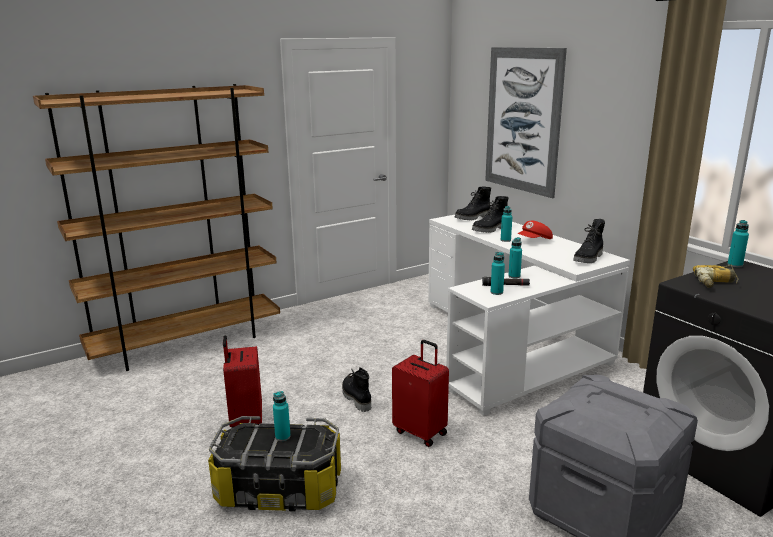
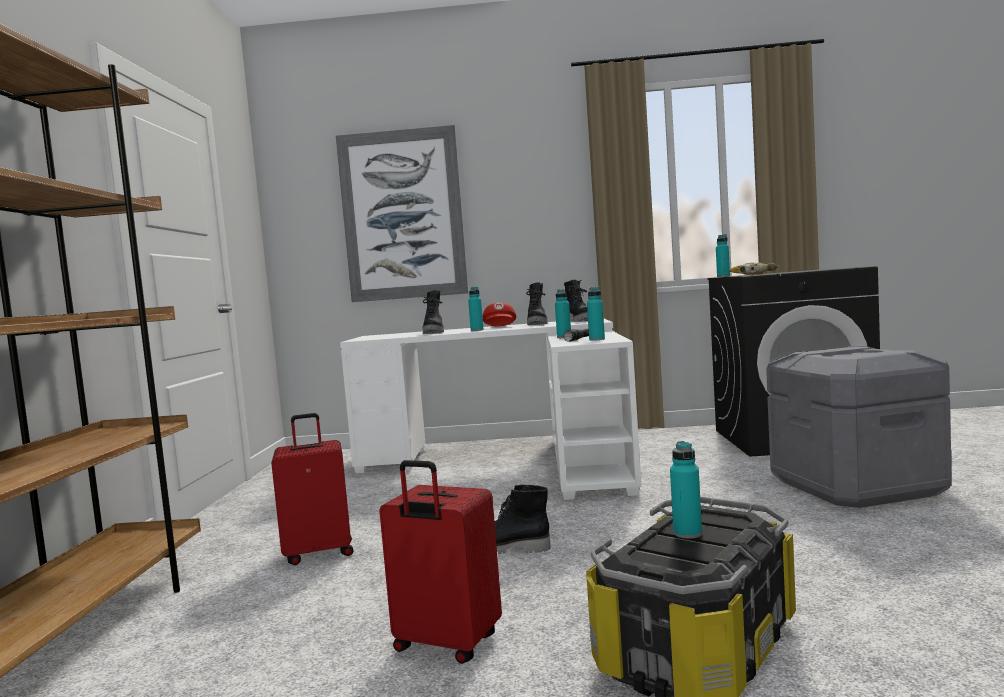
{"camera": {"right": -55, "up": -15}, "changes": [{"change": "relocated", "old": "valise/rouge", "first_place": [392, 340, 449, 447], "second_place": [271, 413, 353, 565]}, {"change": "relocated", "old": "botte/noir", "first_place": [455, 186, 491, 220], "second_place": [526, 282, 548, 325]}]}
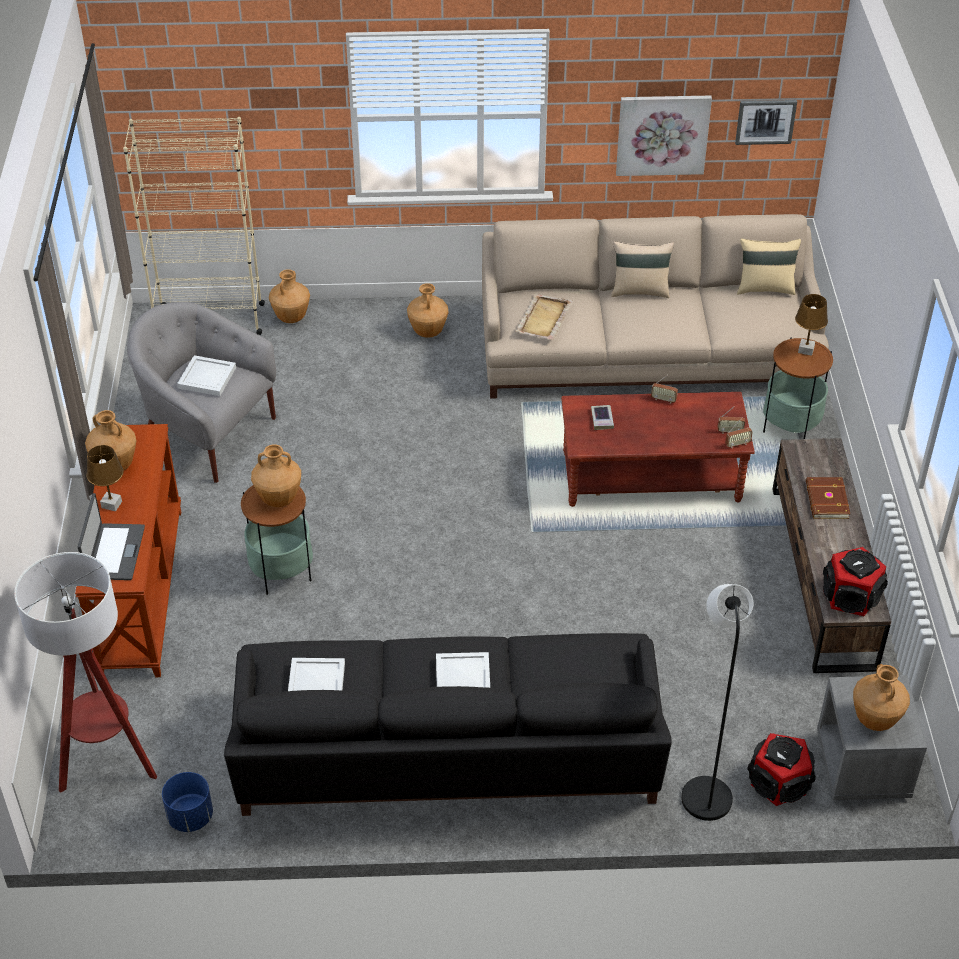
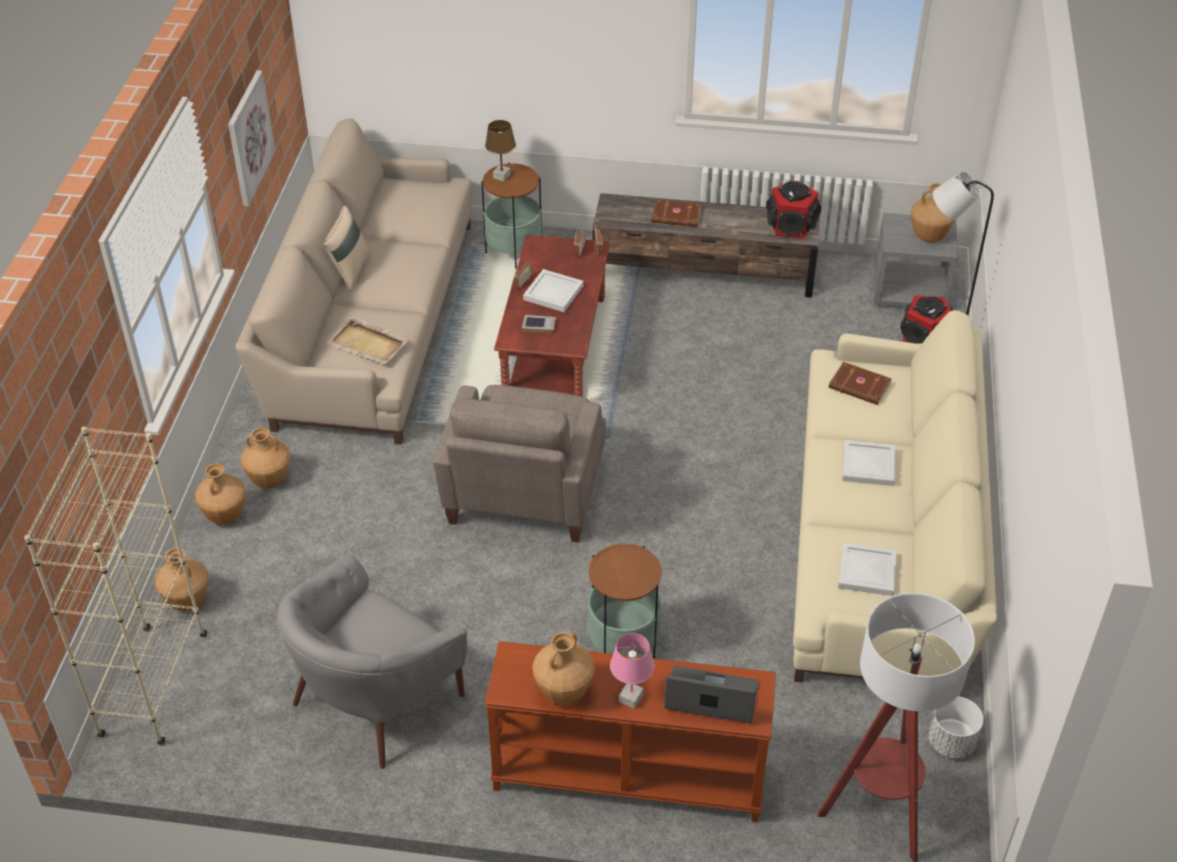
{"camera": {"right": -80, "up": 0}, "changes": [{"change": "relocated", "old": "vase/marron", "first_place": [251, 444, 301, 507], "second_place": [195, 463, 246, 525]}, {"change": "appeared", "new": "fauteuil/beige", "second_place": [433, 385, 606, 543]}, {"change": "relocated", "old": "plateau/blanc", "first_place": [177, 355, 236, 396], "second_place": [523, 269, 584, 312]}, {"change": "colour", "old": "lampe de table/marron", "new": "lampe de table/rose", "first_place": [86, 445, 123, 511], "second_place": [610, 633, 654, 709]}, {"change": "colour", "old": "canapé/noir", "new": "canapé/beige", "first_place": [224, 633, 672, 816], "second_place": [793, 310, 997, 683]}, {"change": "appeared", "new": "livre/marron", "second_place": [829, 362, 892, 405]}, {"change": "colour", "old": "cache-pot/bleu", "new": "cache-pot/blanc", "first_place": [162, 772, 213, 832], "second_place": [929, 696, 983, 758]}, {"change": "missing", "old": "tableau", "first_place": [735, 100, 797, 145]}, {"change": "missing", "old": "coussin/beige", "first_place": [737, 238, 801, 295]}]}
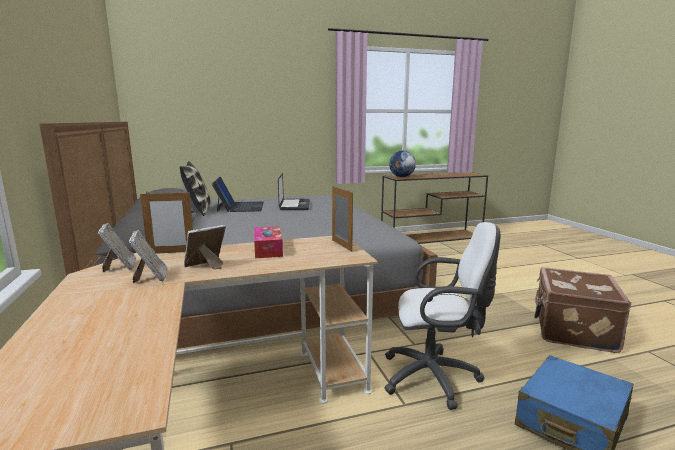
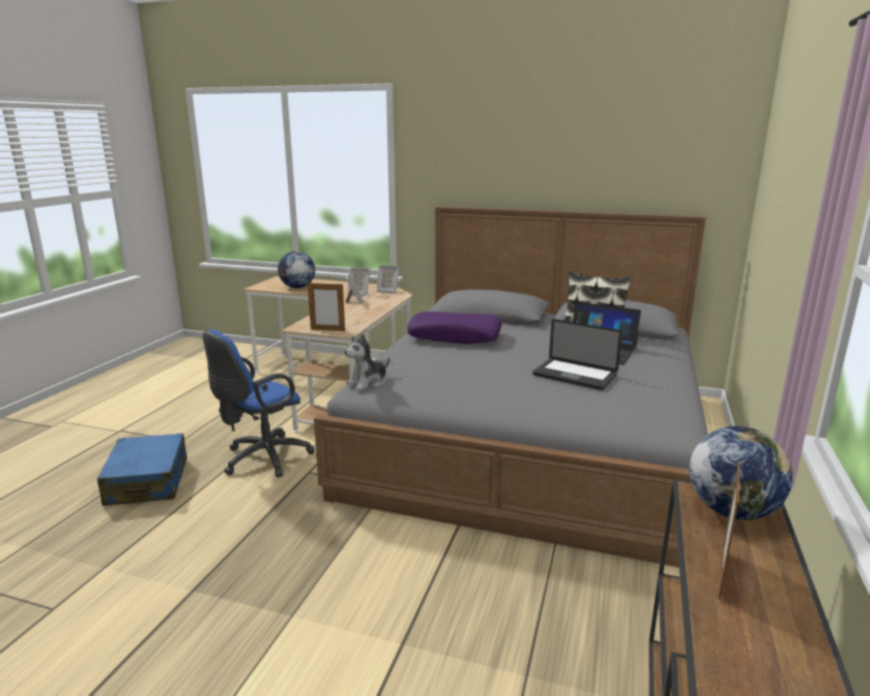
{"camera": {"right": 125, "up": 5}, "changes": [{"change": "colour", "old": "chaise de bureau/blanc", "new": "chaise de bureau/bleu", "first_place": [384, 222, 500, 410], "second_place": [203, 329, 315, 478]}, {"change": "appeared", "new": "globe", "second_place": [278, 251, 315, 288]}, {"change": "appeared", "new": "peluche", "second_place": [344, 334, 390, 390]}, {"change": "appeared", "new": "coussin/violet", "second_place": [407, 311, 502, 344]}, {"change": "relocated", "old": "cadre photo", "first_place": [140, 191, 193, 254], "second_place": [719, 461, 741, 600]}, {"change": "missing", "old": "boîte à mouchoirs", "first_place": [254, 226, 283, 258]}, {"change": "missing", "old": "valise/marron", "first_place": [534, 267, 631, 353]}]}
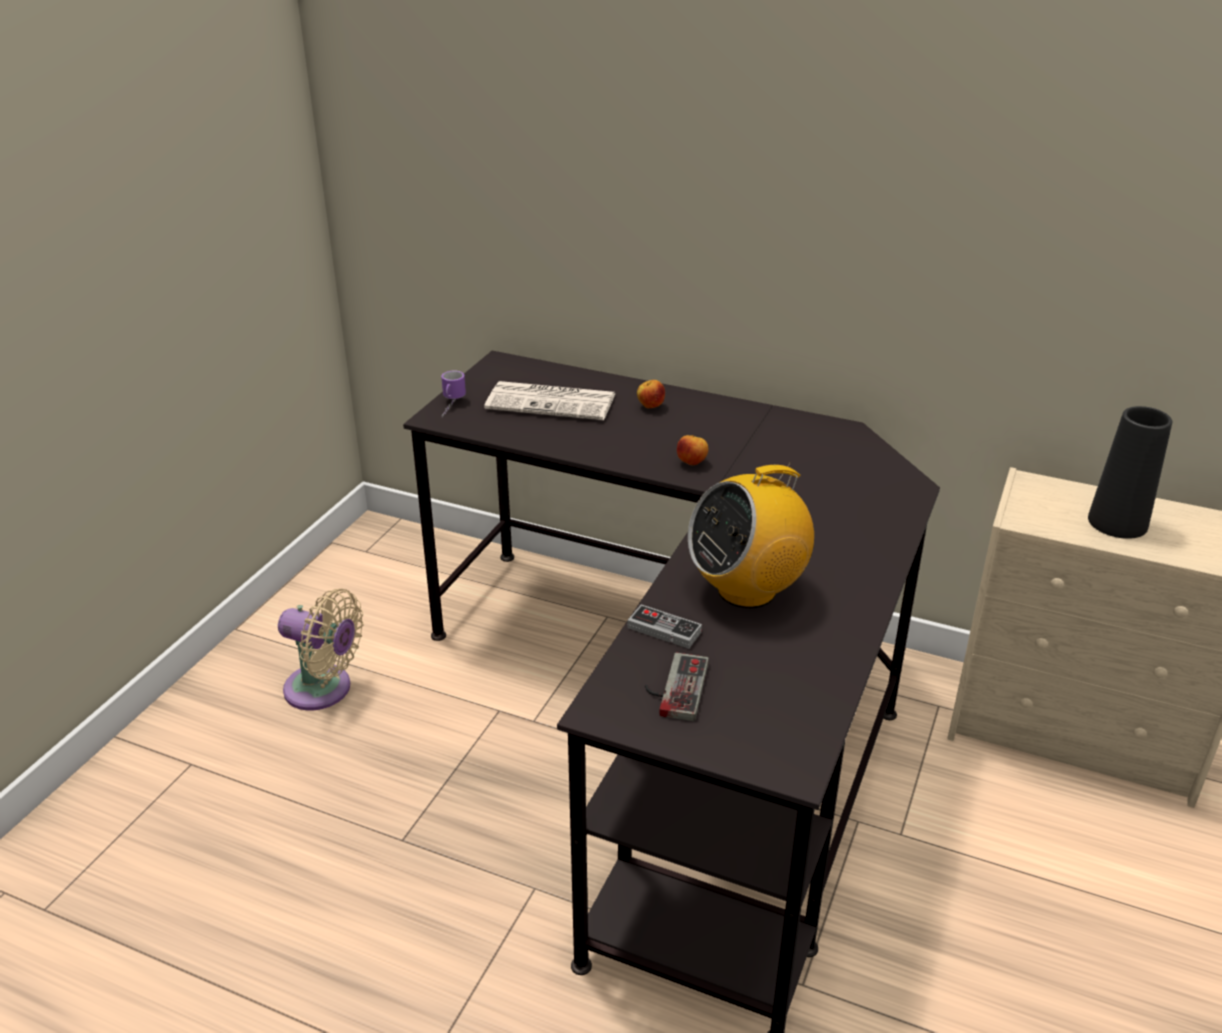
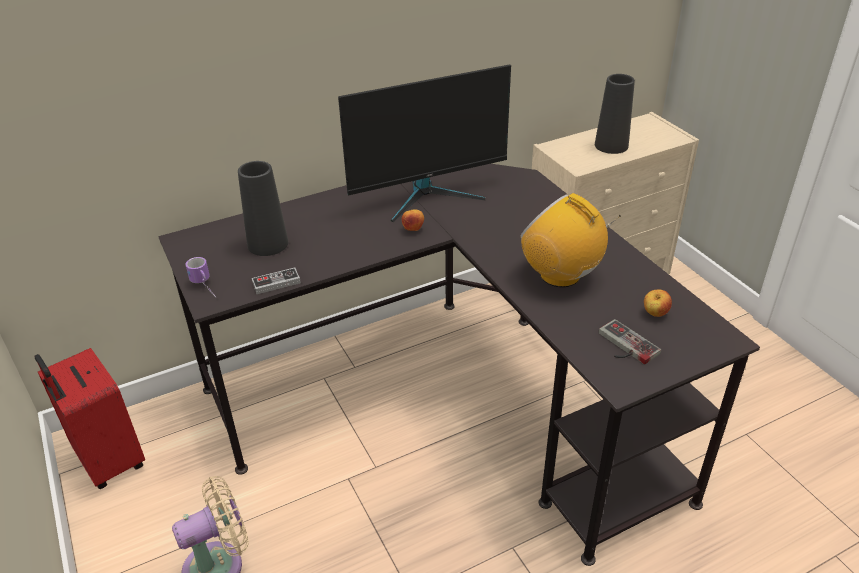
{"camera": {"right": -50, "up": 5}, "changes": [{"change": "appeared", "new": "valise/rouge", "second_place": [34, 348, 145, 489]}, {"change": "exchanged", "old": "journal", "new": "vase/noir", "first_place": [484, 381, 615, 420], "second_place": [238, 161, 288, 256]}, {"change": "relocated", "old": "manette", "first_place": [627, 604, 702, 649], "second_place": [252, 268, 301, 294]}, {"change": "appeared", "new": "écran d'ordinateur", "second_place": [338, 65, 511, 222]}, {"change": "spun", "old": "radio", "first_place": [688, 462, 814, 608], "second_place": [520, 193, 621, 287], "degrees": 120}, {"change": "relocated", "old": "pomme", "first_place": [637, 380, 665, 408], "second_place": [644, 289, 672, 317]}]}
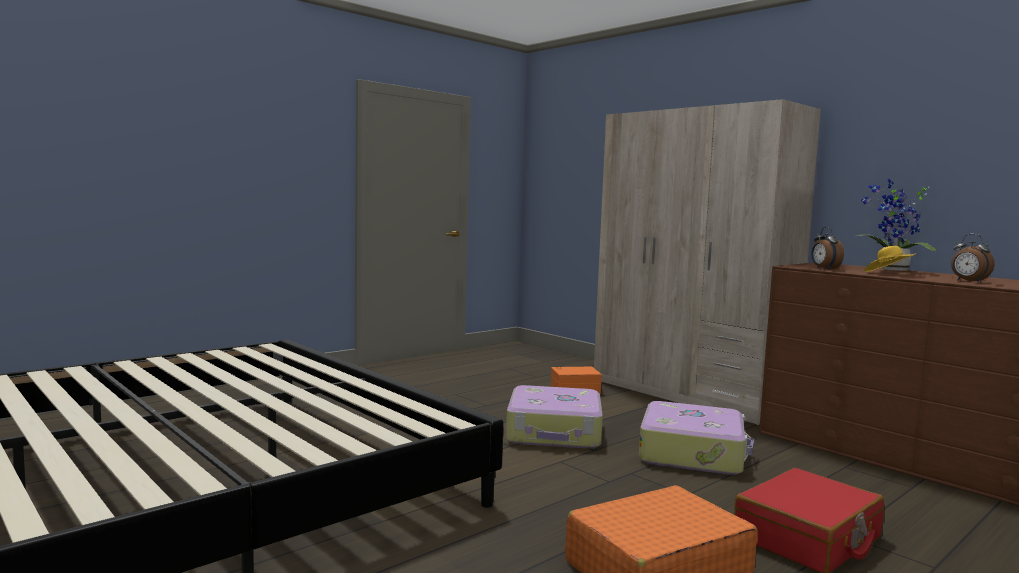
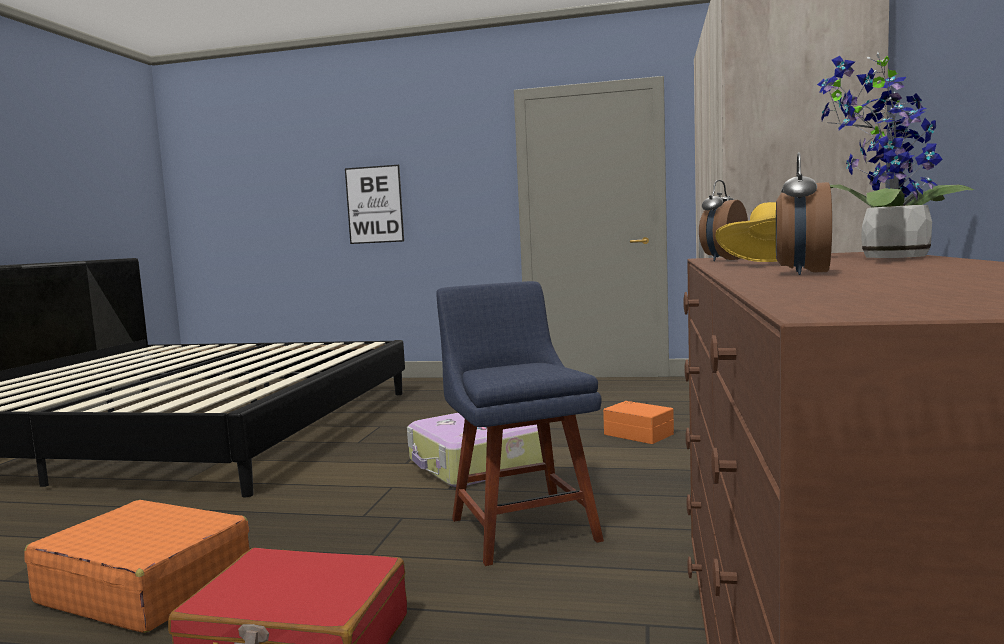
{"camera": {"right": 55, "up": 0}, "changes": [{"change": "appeared", "new": "tableau", "second_place": [345, 165, 404, 244]}, {"change": "exchanged", "old": "valise", "new": "chaise/bleu", "first_place": [639, 401, 754, 475], "second_place": [436, 281, 604, 566]}]}
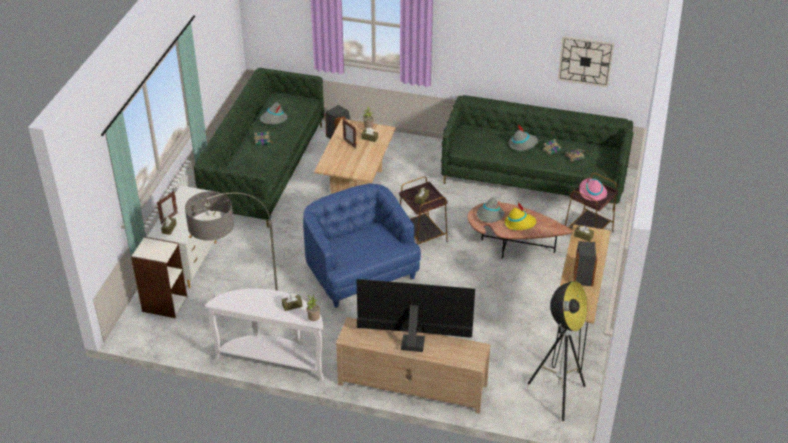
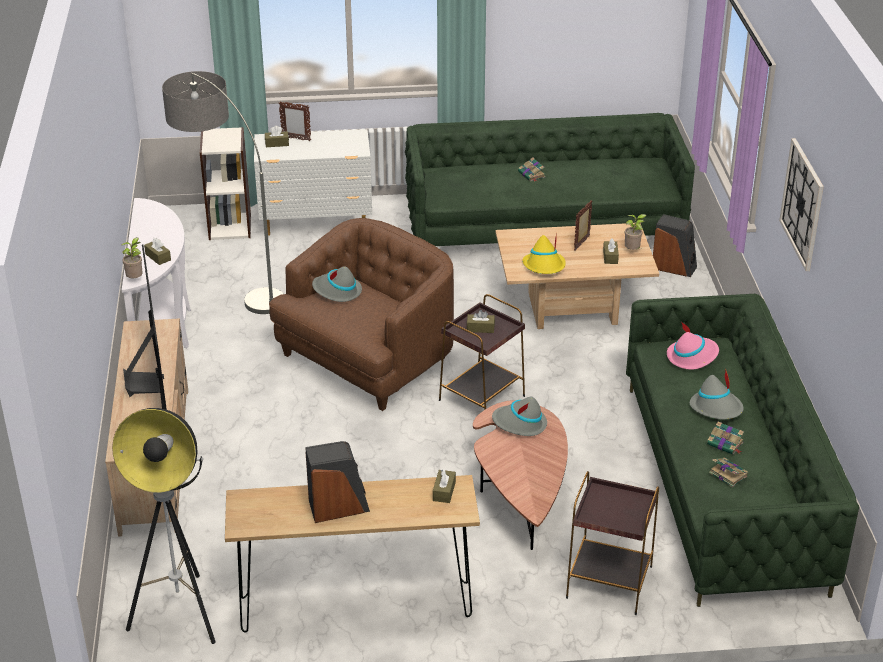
{"camera": {"right": 70, "up": -5}, "changes": [{"change": "colour", "old": "fauteuil/bleu", "new": "fauteuil/marron", "first_place": [303, 183, 421, 308], "second_place": [269, 218, 454, 411]}, {"change": "relocated", "old": "chapeau/gris", "first_place": [260, 102, 287, 124], "second_place": [312, 266, 362, 302]}, {"change": "relocated", "old": "chapeau/jaune", "first_place": [505, 202, 536, 230], "second_place": [522, 232, 566, 274]}, {"change": "relocated", "old": "chapeau/rose", "first_place": [579, 179, 607, 201], "second_place": [667, 322, 719, 370]}, {"change": "relocated", "old": "horloge murale", "first_place": [558, 36, 614, 87], "second_place": [779, 138, 824, 271]}]}
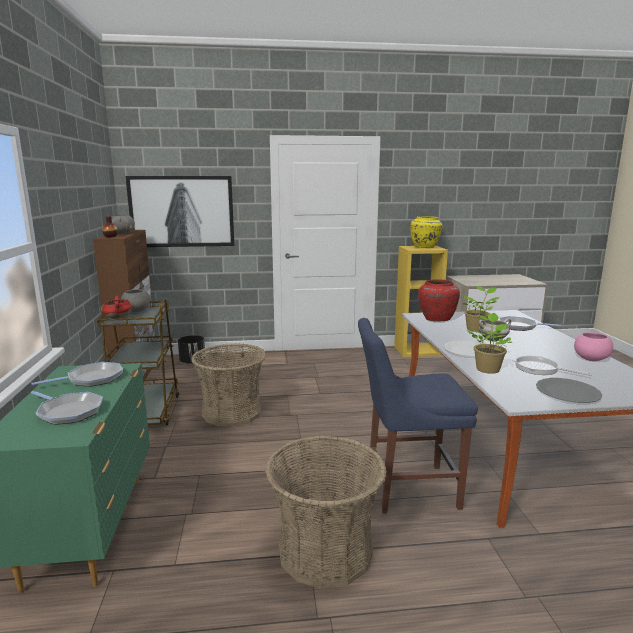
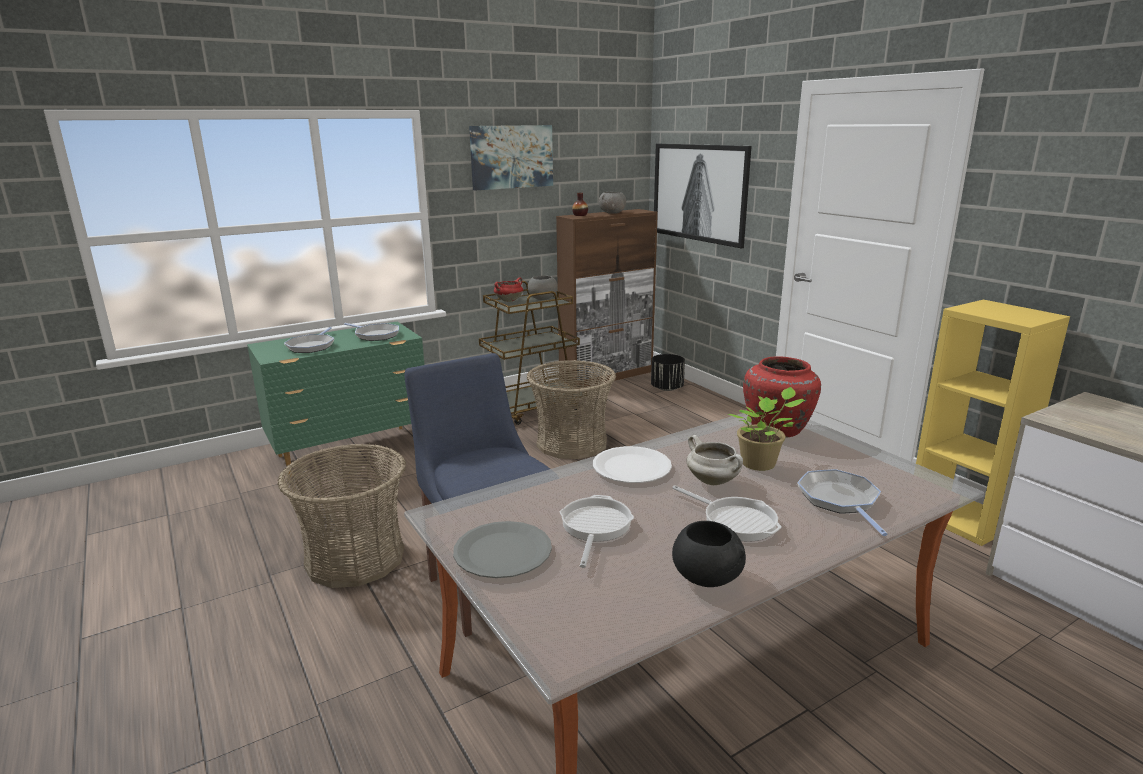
{"camera": {"right": 65, "up": 5}, "changes": [{"change": "appeared", "new": "tableau", "second_place": [469, 125, 553, 190]}, {"change": "appeared", "new": "poêle", "second_place": [672, 485, 782, 542]}, {"change": "colour", "old": "bol/rose", "new": "bol/noir", "first_place": [574, 332, 613, 361], "second_place": [672, 521, 746, 587]}, {"change": "missing", "old": "vase/jaune", "first_place": [410, 216, 442, 248]}, {"change": "missing", "old": "plante en pot", "first_place": [466, 313, 512, 374]}]}
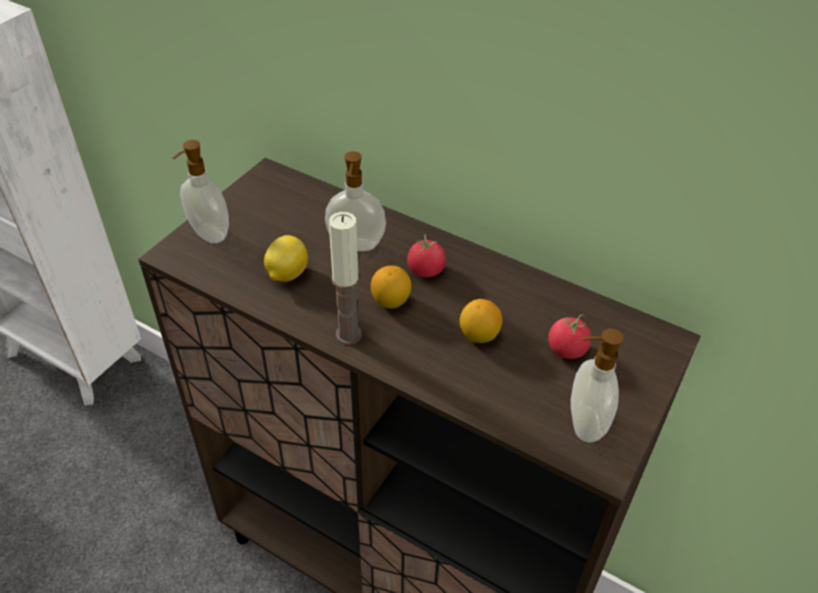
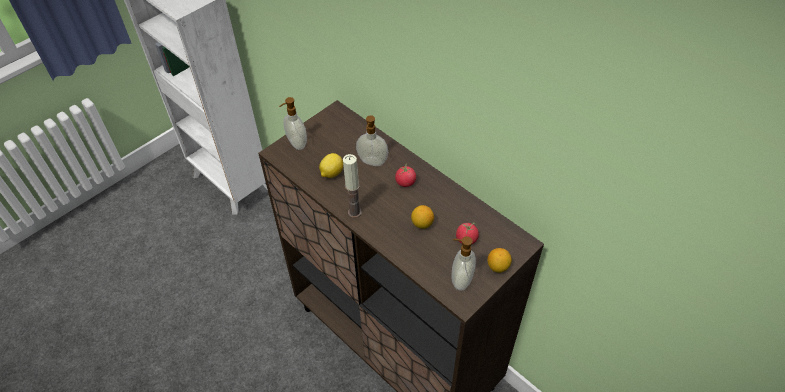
{"camera": {"right": 15, "up": 5}, "changes": [{"change": "relocated", "old": "citron", "first_place": [371, 265, 412, 308], "second_place": [487, 248, 512, 273]}]}
